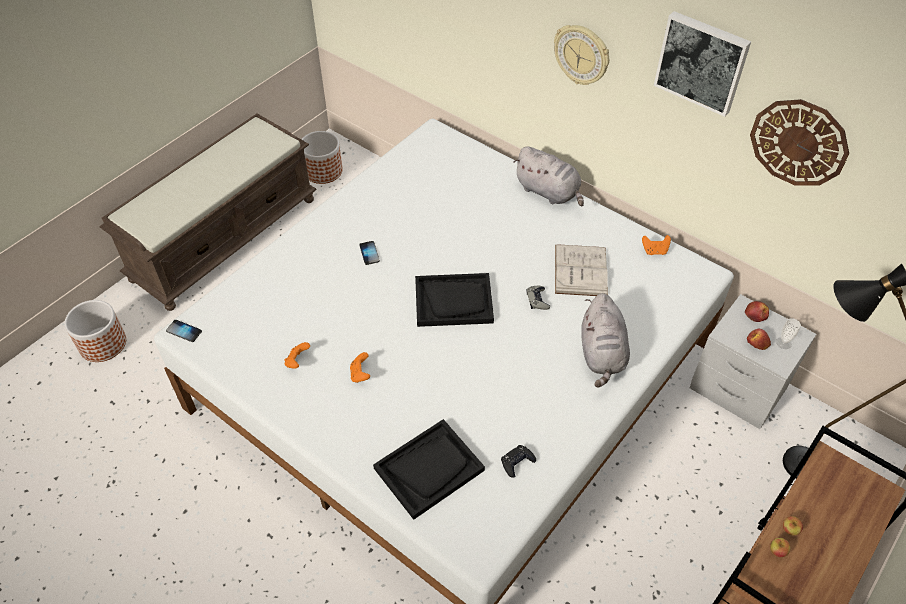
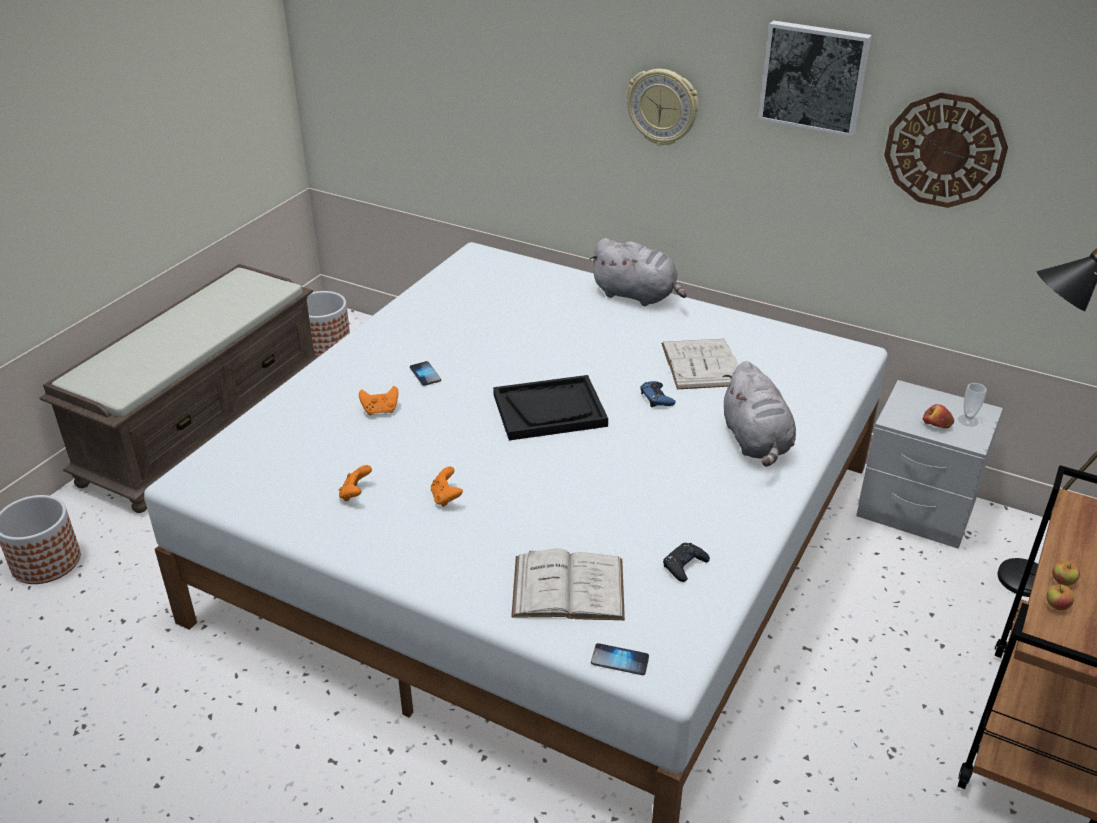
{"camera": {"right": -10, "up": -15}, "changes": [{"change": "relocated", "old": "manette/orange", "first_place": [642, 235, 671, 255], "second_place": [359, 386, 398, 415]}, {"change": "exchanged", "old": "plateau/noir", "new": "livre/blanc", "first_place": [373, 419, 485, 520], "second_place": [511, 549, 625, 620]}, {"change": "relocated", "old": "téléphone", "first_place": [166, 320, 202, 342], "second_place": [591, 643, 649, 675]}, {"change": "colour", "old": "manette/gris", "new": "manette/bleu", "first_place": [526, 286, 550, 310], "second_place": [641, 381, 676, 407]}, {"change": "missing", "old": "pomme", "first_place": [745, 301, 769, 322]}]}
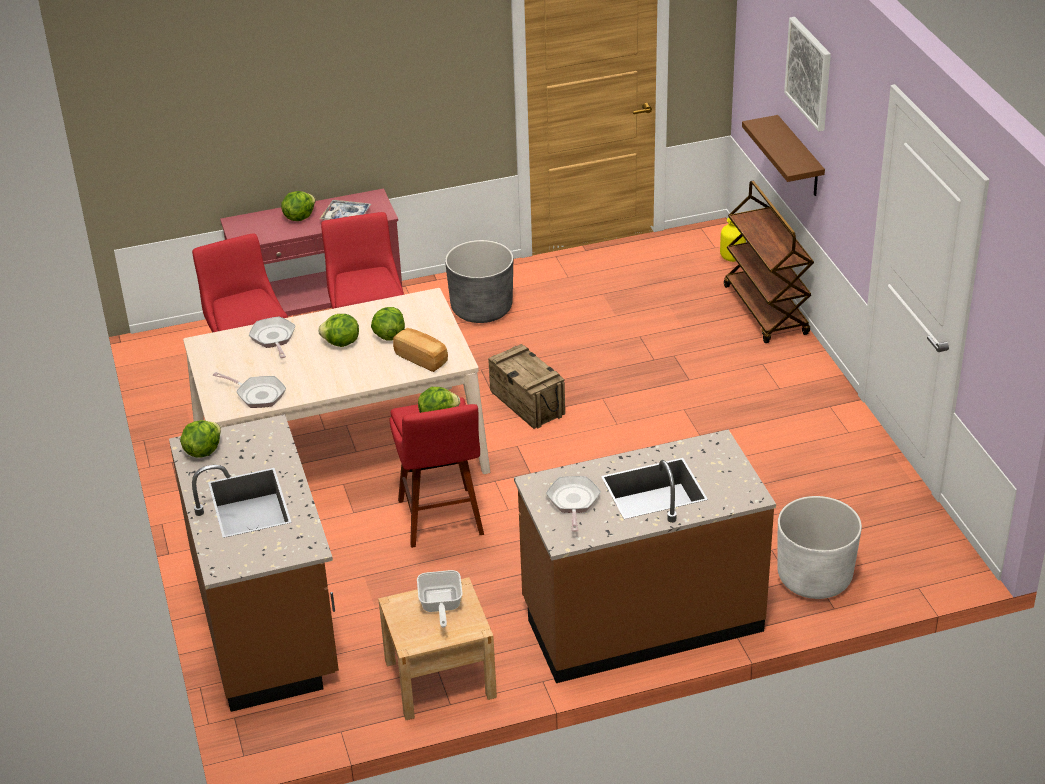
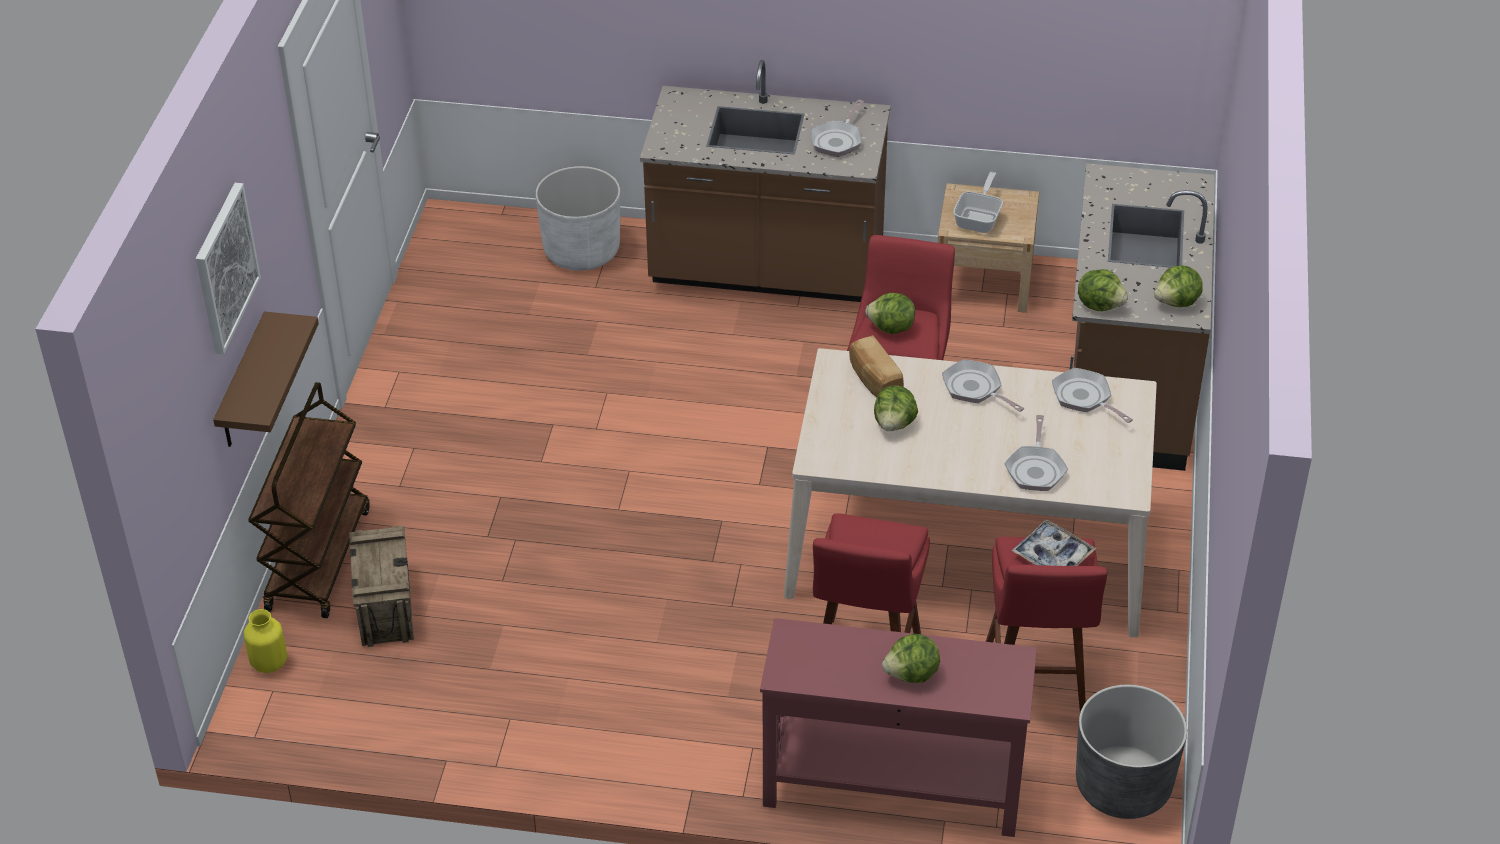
{"camera": {"right": -155, "up": 5}, "changes": [{"change": "relocated", "old": "caisse", "first_place": [488, 344, 565, 429], "second_place": [349, 526, 414, 647]}, {"change": "appeared", "new": "poêle", "second_place": [942, 359, 1024, 412]}, {"change": "relocated", "old": "plateau", "first_place": [320, 200, 371, 220], "second_place": [1012, 520, 1096, 566]}, {"change": "relocated", "old": "cache-pot/gris", "first_place": [445, 240, 513, 323], "second_place": [1076, 685, 1187, 819]}, {"change": "relocated", "old": "laitue", "first_place": [318, 314, 359, 347], "second_place": [1078, 269, 1128, 311]}]}
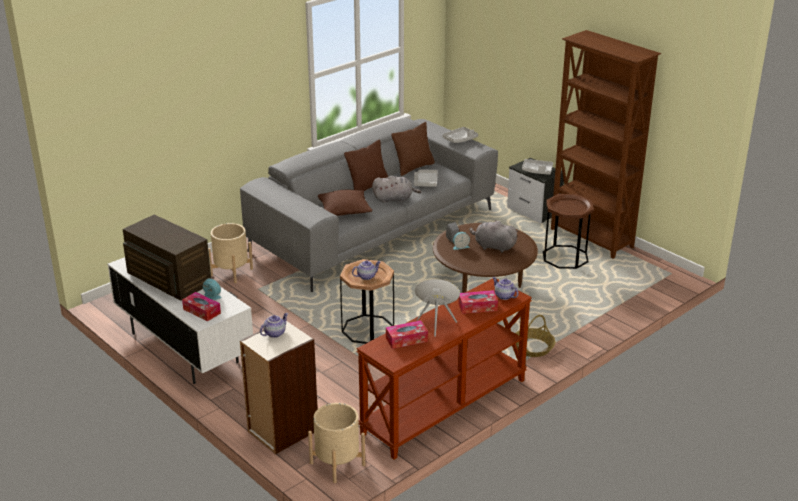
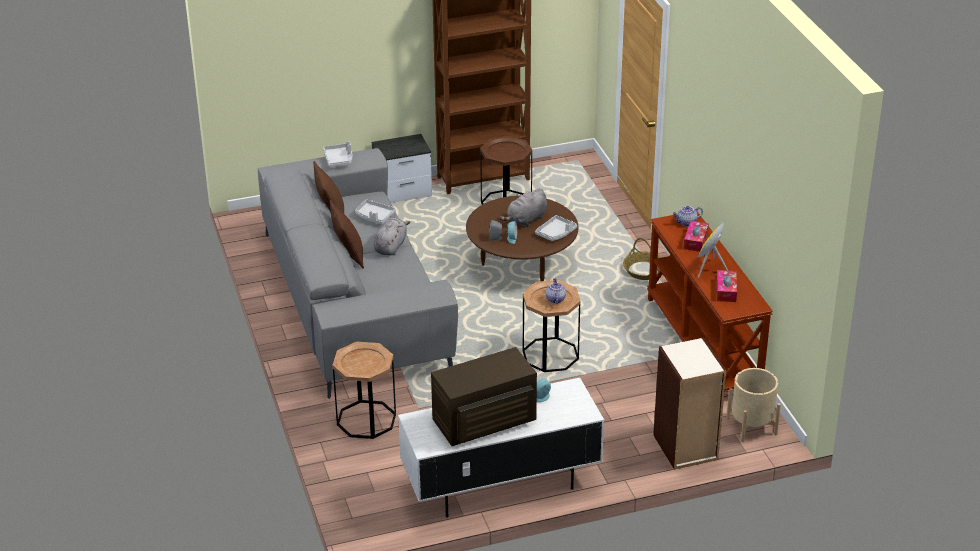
{"camera": {"right": -65, "up": 5}, "changes": [{"change": "exchanged", "old": "cache-pot/beige", "new": "table d'appoint/marron", "first_place": [208, 223, 253, 283], "second_place": [333, 342, 396, 439]}, {"change": "relocated", "old": "plateau/gris", "first_place": [522, 159, 553, 175], "second_place": [535, 215, 577, 241]}, {"change": "missing", "old": "boîte à mouchoirs", "first_place": [182, 292, 221, 321]}, {"change": "missing", "old": "théière", "first_place": [260, 313, 288, 338]}, {"change": "missing", "old": "coussin/marron", "first_place": [318, 190, 372, 216]}]}
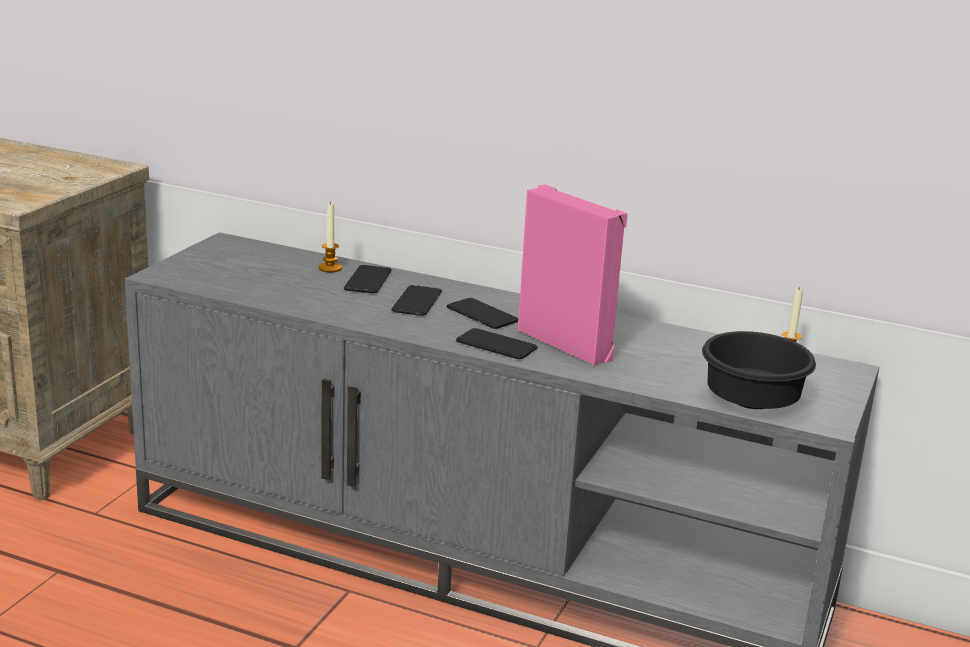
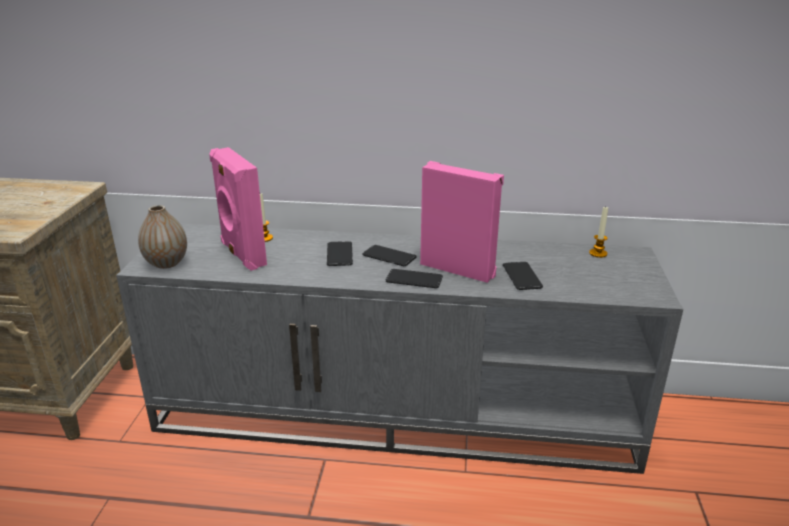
{"camera": {"right": -15, "up": 5}, "changes": [{"change": "appeared", "new": "vase", "second_place": [138, 205, 187, 269]}, {"change": "appeared", "new": "enceinte/rose", "second_place": [209, 147, 267, 271]}, {"change": "relocated", "old": "téléphone", "first_place": [344, 265, 392, 293], "second_place": [503, 262, 543, 290]}, {"change": "missing", "old": "bol/noir", "first_place": [702, 331, 816, 409]}]}
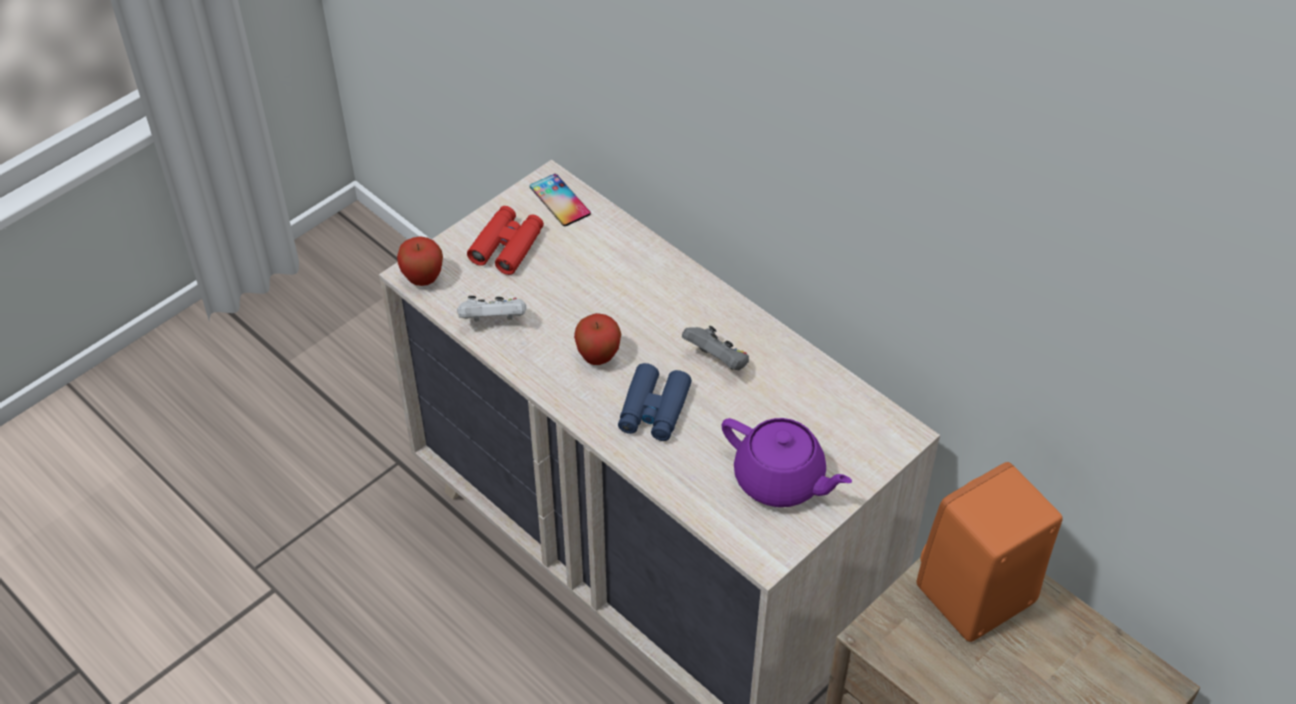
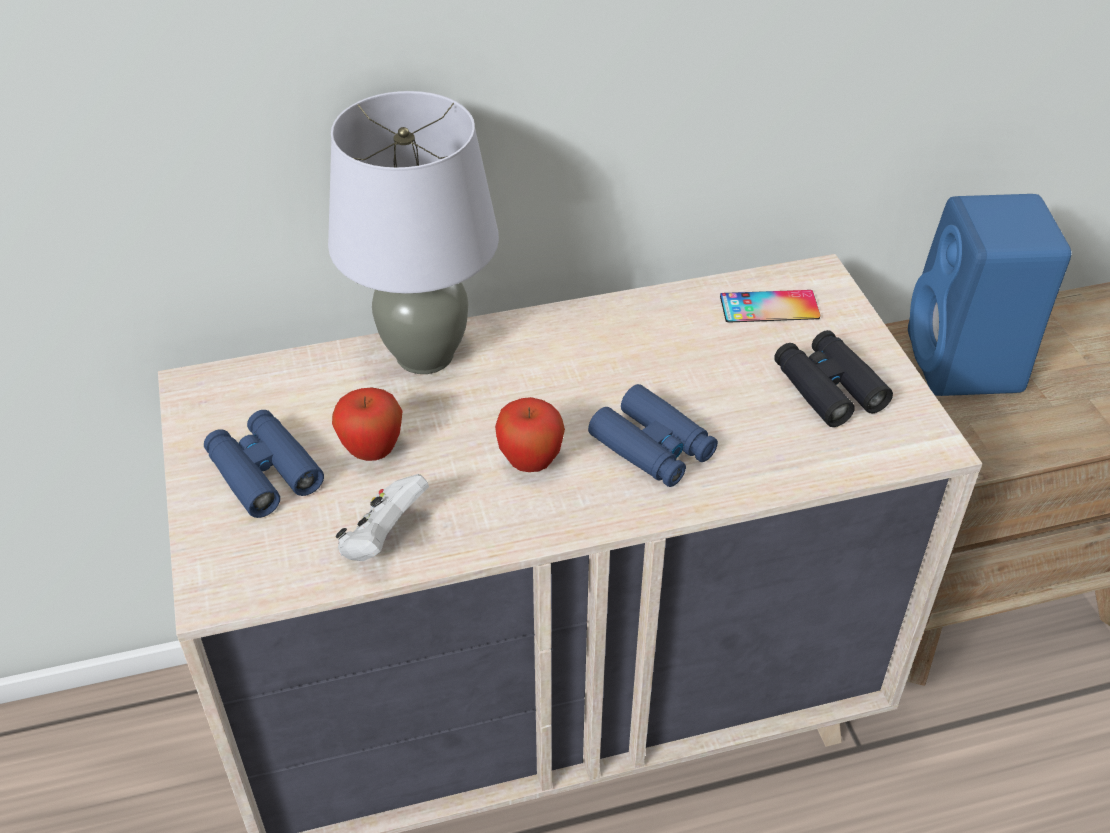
{"camera": {"right": -60, "up": -5}, "changes": [{"change": "colour", "old": "jumelles/rouge", "new": "jumelles/bleu", "first_place": [467, 206, 544, 275], "second_place": [204, 410, 324, 518]}, {"change": "appeared", "new": "lampe de table/gris", "second_place": [328, 91, 499, 374]}, {"change": "relocated", "old": "pomme", "first_place": [397, 236, 443, 286], "second_place": [332, 388, 402, 461]}, {"change": "relocated", "old": "téléphone", "first_place": [530, 174, 591, 226], "second_place": [720, 290, 820, 323]}, {"change": "exchanged", "old": "théière/violet", "new": "jumelles/noir", "first_place": [722, 418, 852, 507], "second_place": [774, 330, 893, 427]}, {"change": "colour", "old": "enceinte/orange", "new": "enceinte/bleu", "first_place": [916, 462, 1063, 642], "second_place": [908, 194, 1071, 396]}, {"change": "missing", "old": "manette/gris", "first_place": [682, 326, 749, 370]}]}
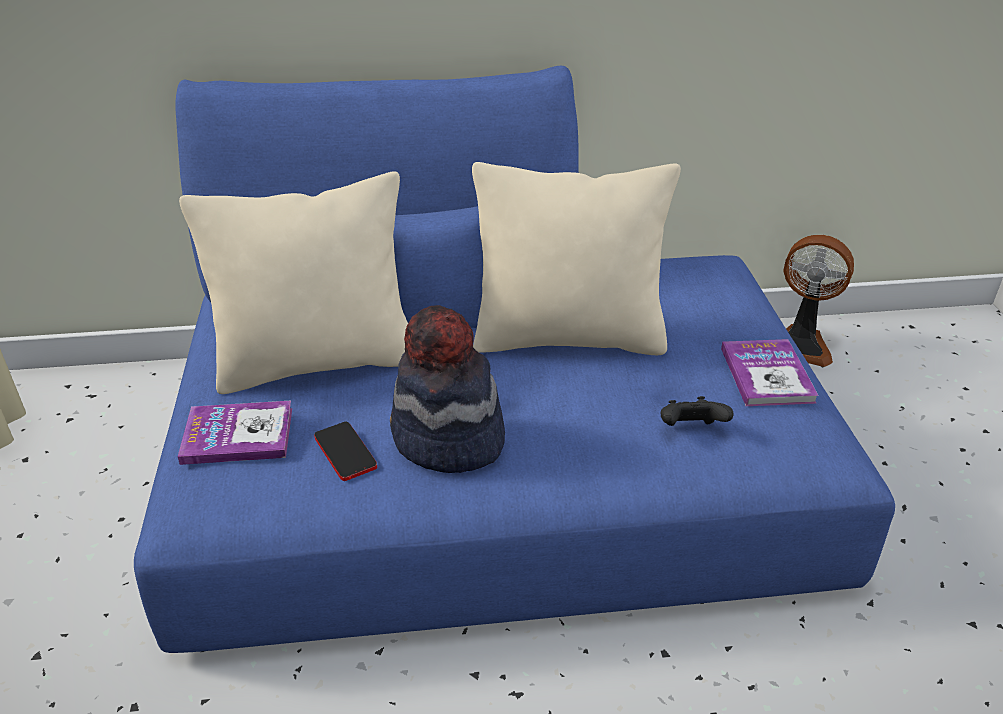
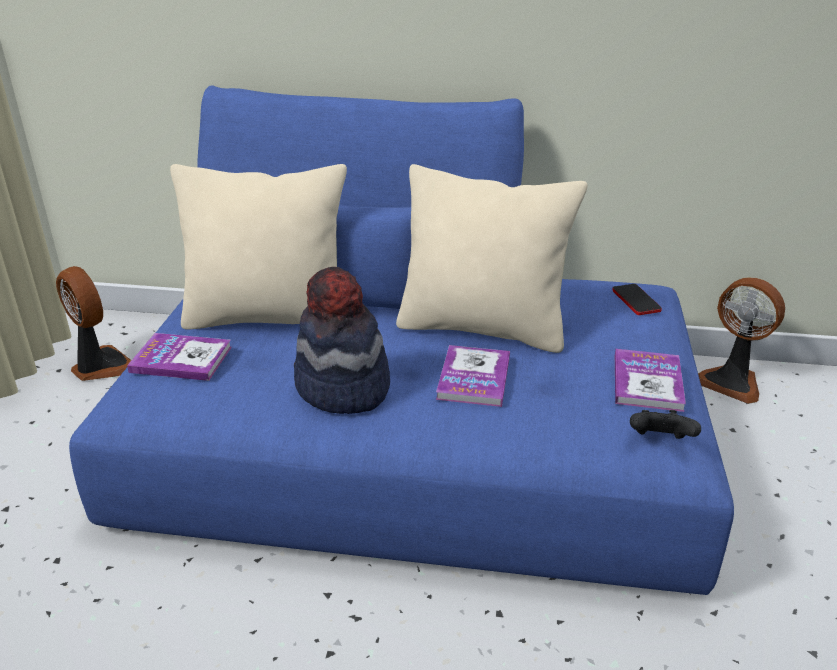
{"camera": {"right": 15, "up": -5}, "changes": [{"change": "appeared", "new": "ventilateur", "second_place": [56, 266, 131, 381]}, {"change": "appeared", "new": "livre", "second_place": [436, 345, 510, 407]}, {"change": "relocated", "old": "téléphone", "first_place": [314, 421, 377, 481], "second_place": [612, 284, 662, 315]}, {"change": "relocated", "old": "manette/noir", "first_place": [661, 396, 734, 426], "second_place": [630, 410, 701, 439]}]}
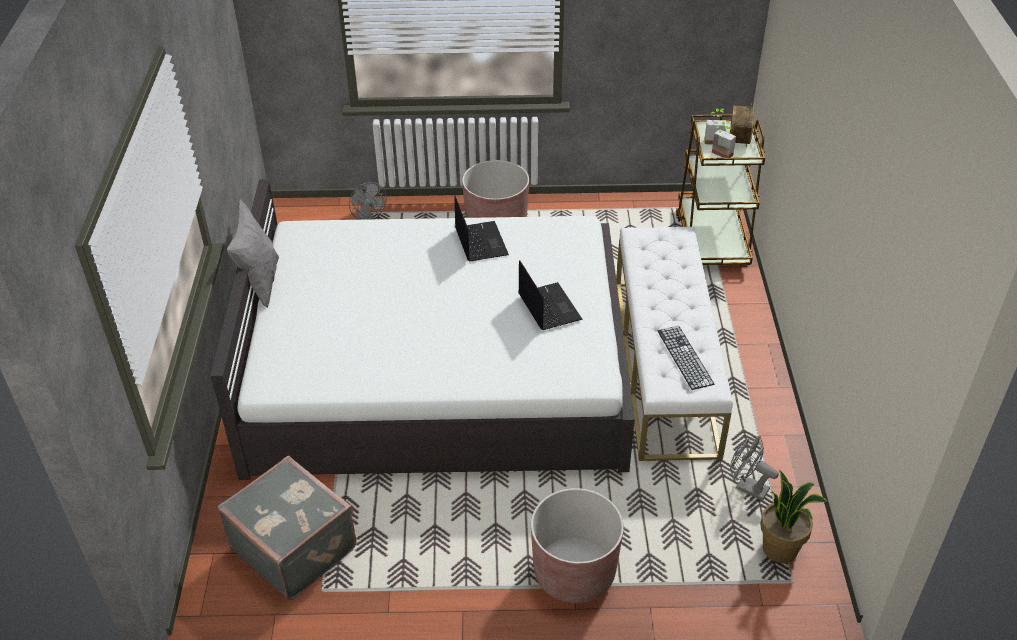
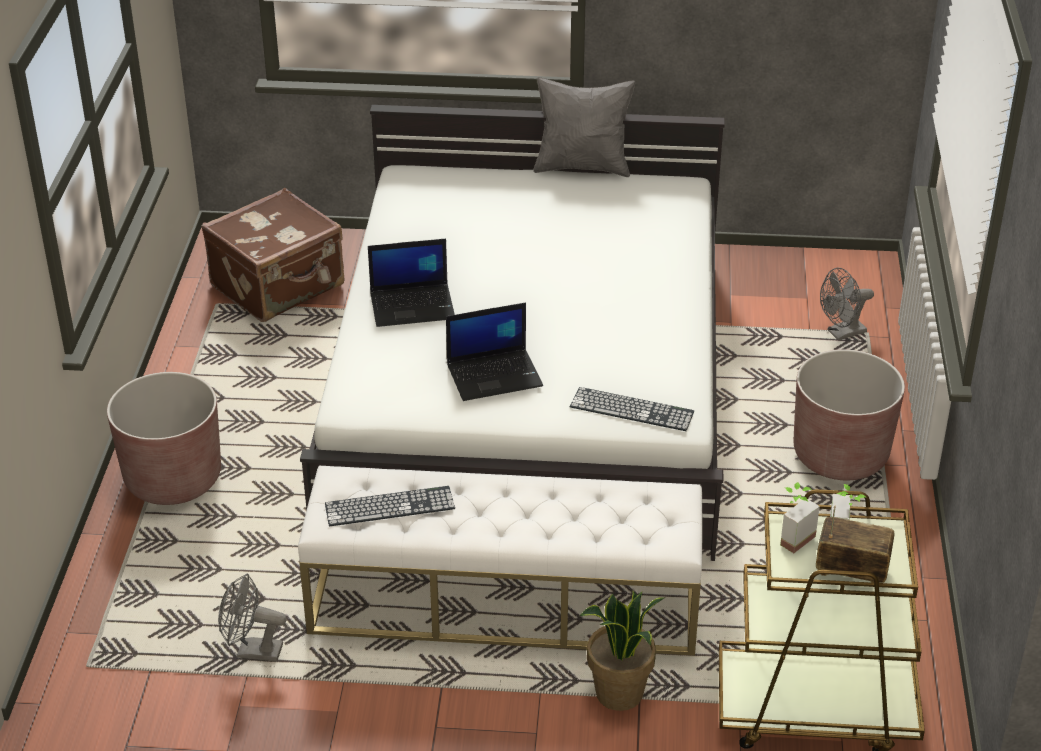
{"camera": {"right": 95, "up": -5}, "changes": [{"change": "colour", "old": "valise/gris", "new": "valise/marron", "first_place": [218, 456, 356, 600], "second_place": [201, 188, 345, 322]}, {"change": "spun", "old": "ventilateur/gris", "first_place": [730, 436, 779, 501], "second_place": [218, 573, 287, 662], "degrees": -120}, {"change": "relocated", "old": "ordinateur portable", "first_place": [454, 196, 509, 262], "second_place": [368, 238, 455, 327]}, {"change": "appeared", "new": "clavier", "second_place": [570, 387, 694, 431]}, {"change": "relocated", "old": "plante en pot", "first_place": [760, 469, 828, 563], "second_place": [580, 591, 664, 711]}]}
